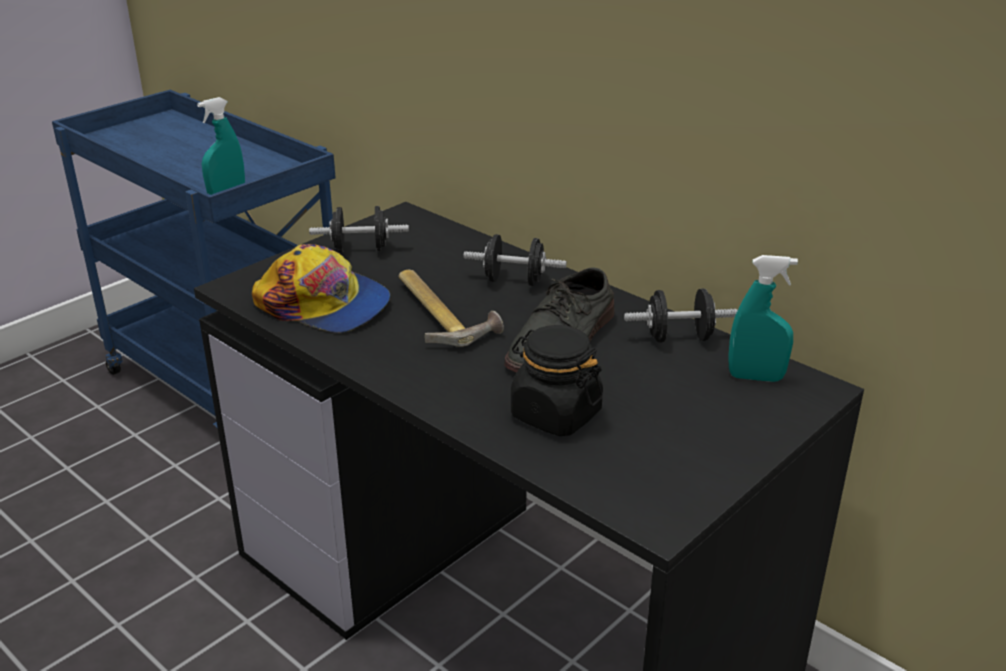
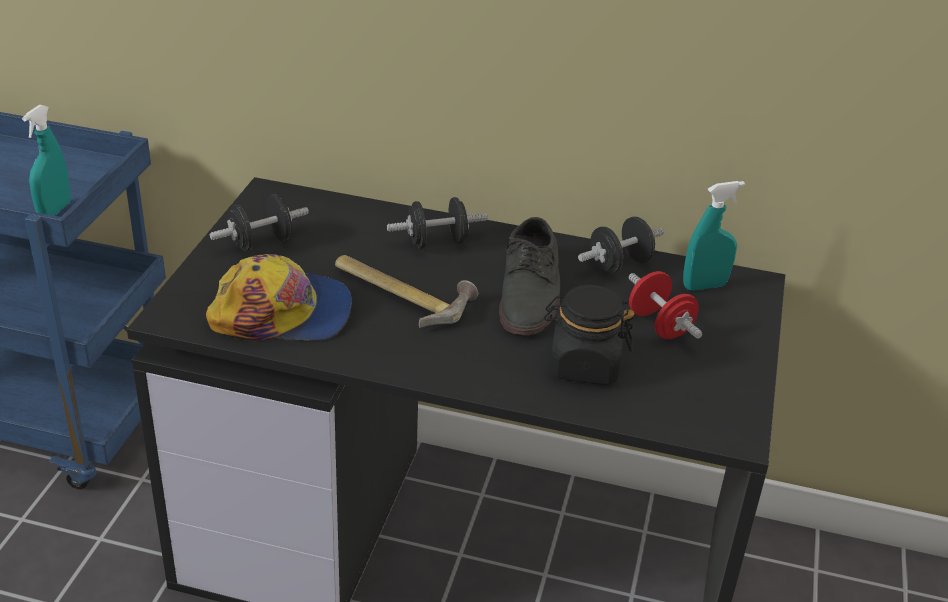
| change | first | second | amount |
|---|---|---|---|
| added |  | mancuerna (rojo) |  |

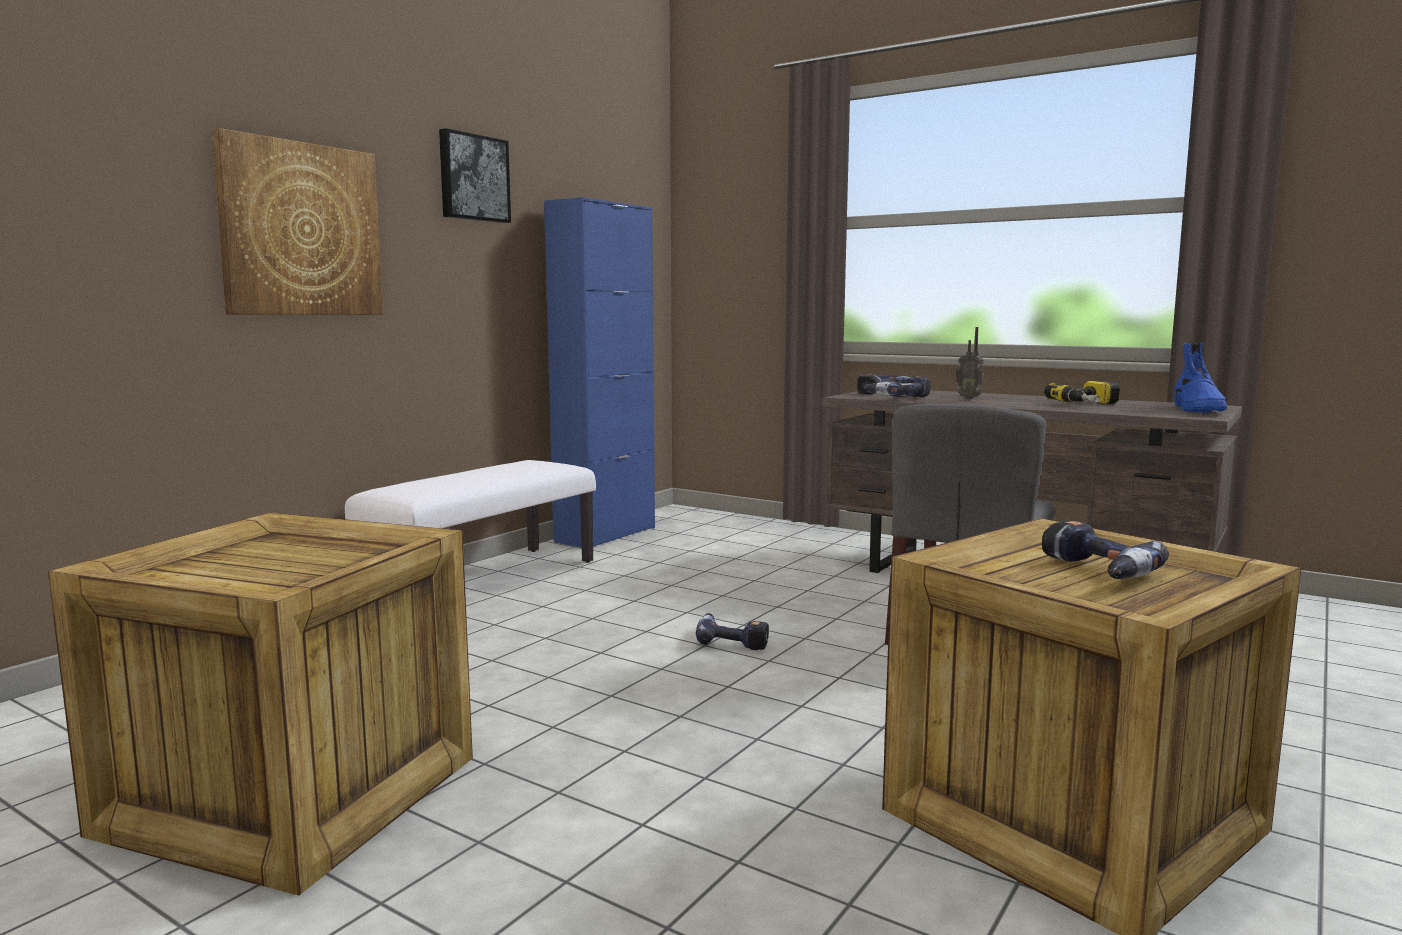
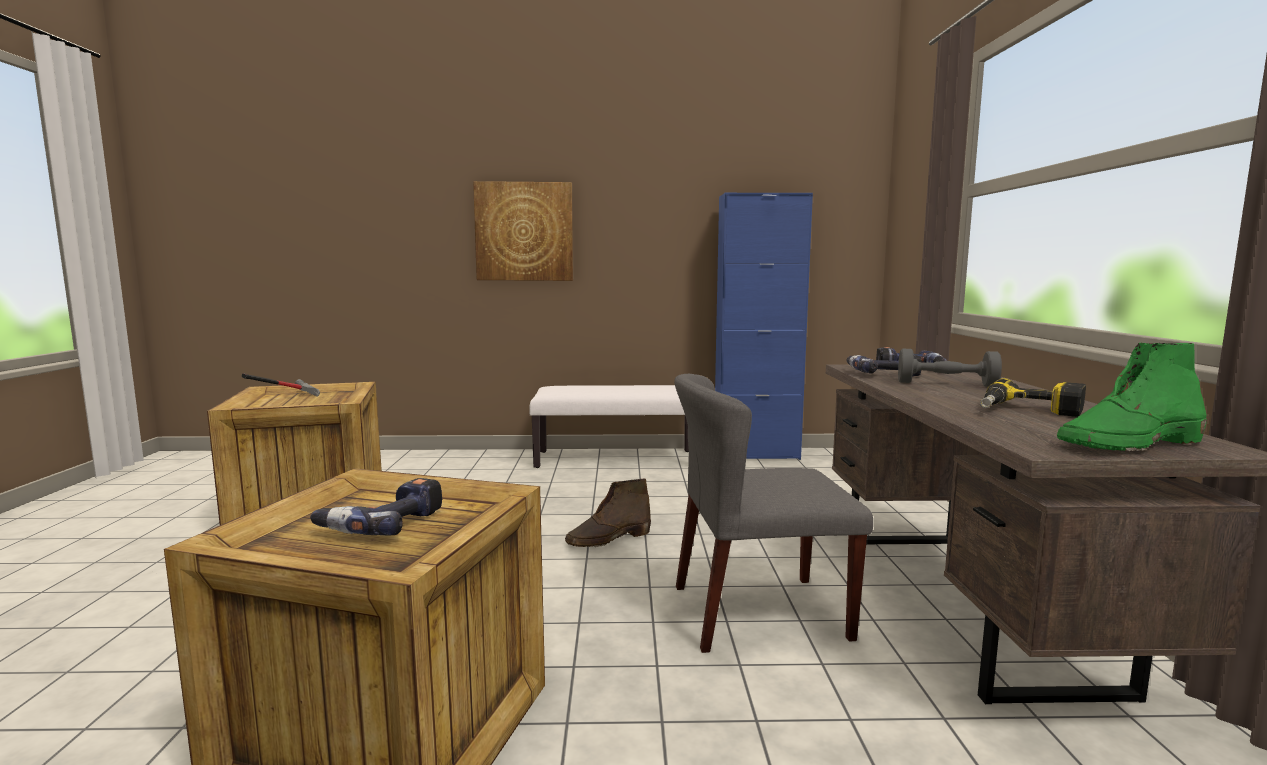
| change | first | second | amount |
|---|---|---|---|
| removed | cuadro (2nd from left) |  |  |
| added |  | martillo |  |
| replaced | taladro (1st from left) | bota (marrón) |  |
| replaced | radio | mancuerna (gris) |  |
| recoloured | bota (azul) | bota (verde) |  |

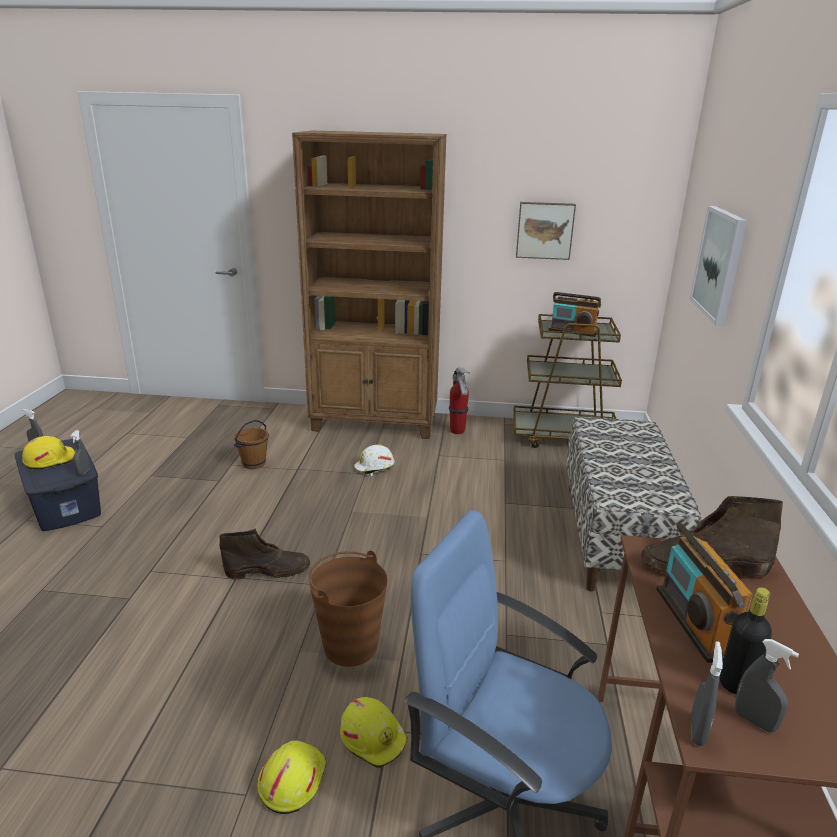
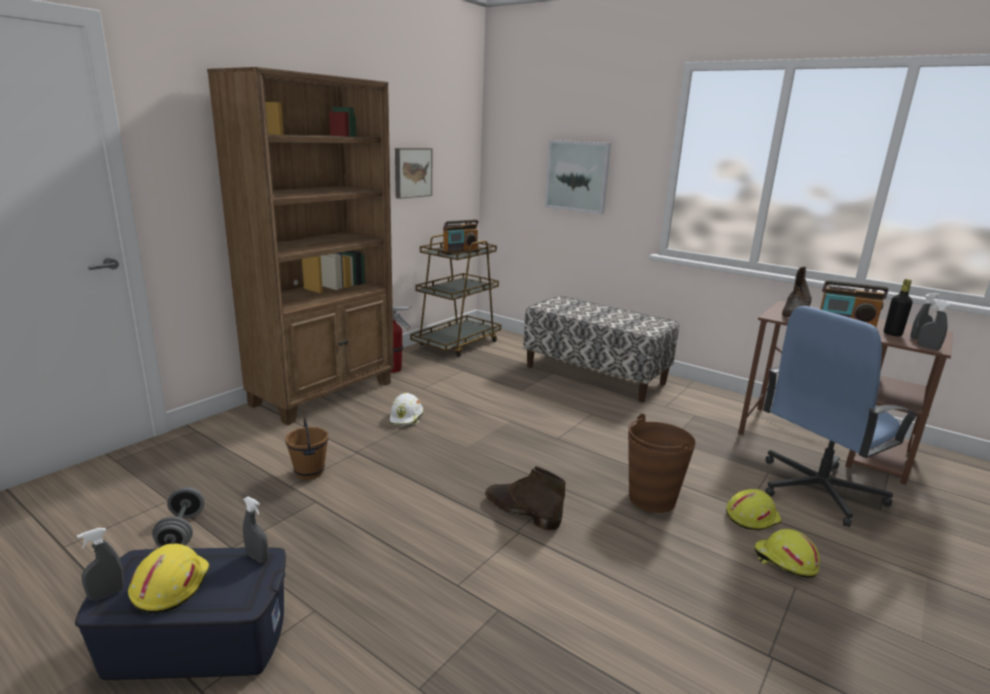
| change | first | second | amount |
|---|---|---|---|
| added |  | mancuerna (gris) |  |
| turned | bota (marrón) (1st from left) |  | 75 degrees counterclockwise |

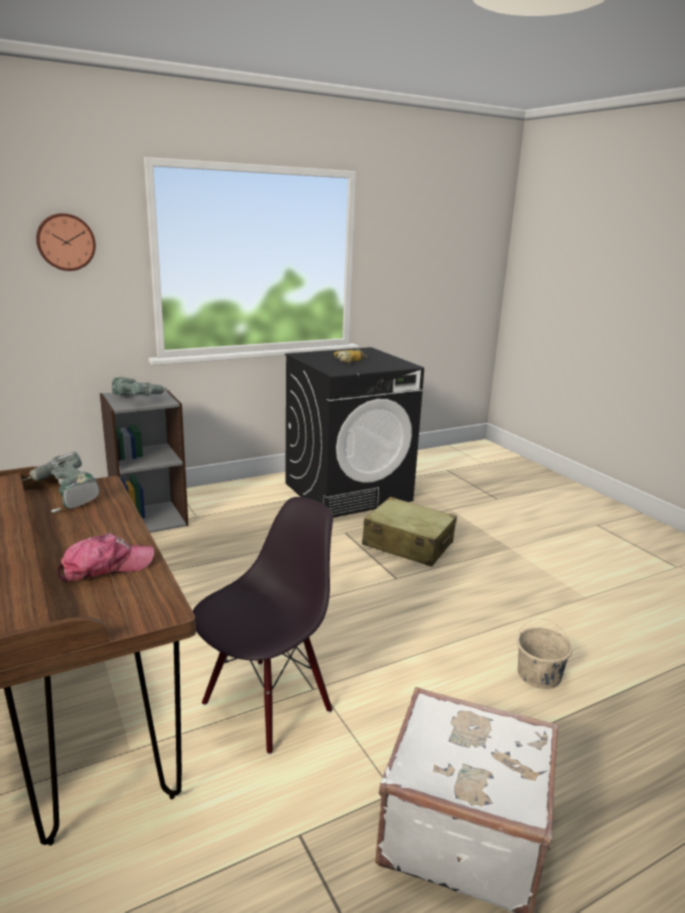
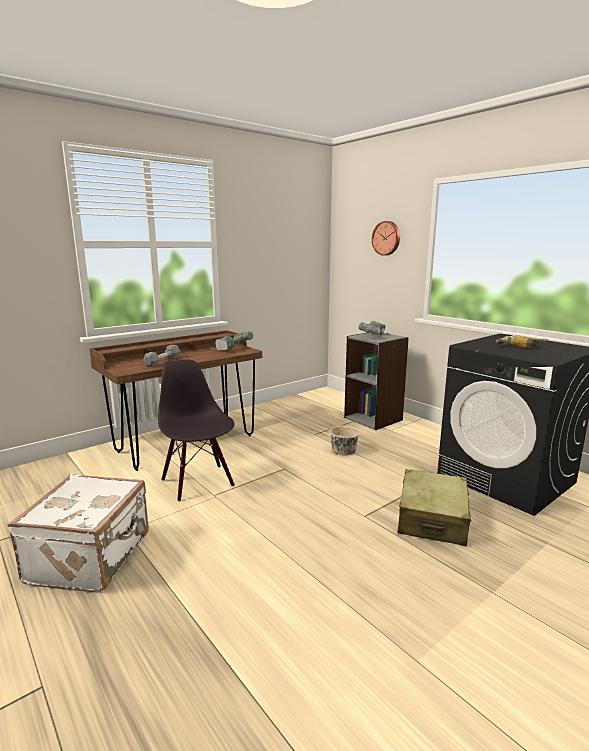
| change | first | second | amount |
|---|---|---|---|
| moved | cubo (beis) |  |  |
| replaced | gorra | mancuerna (gris) |  |
| turned | silla (negro) |  | 150 degrees counterclockwise |

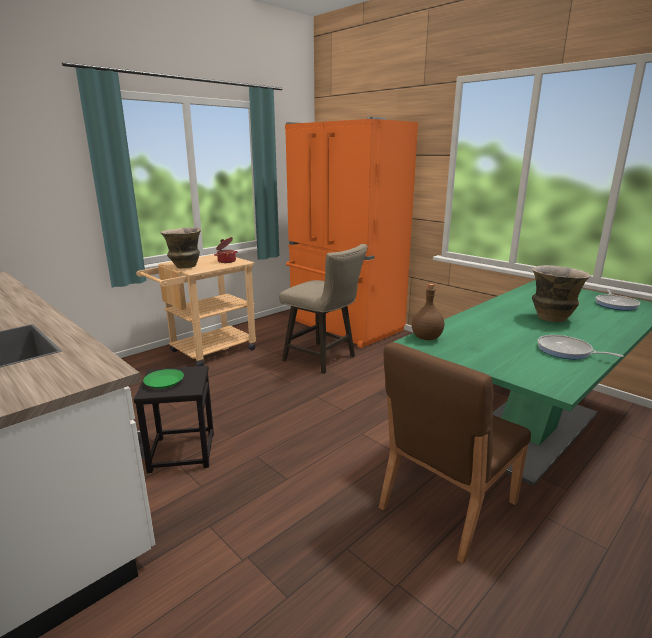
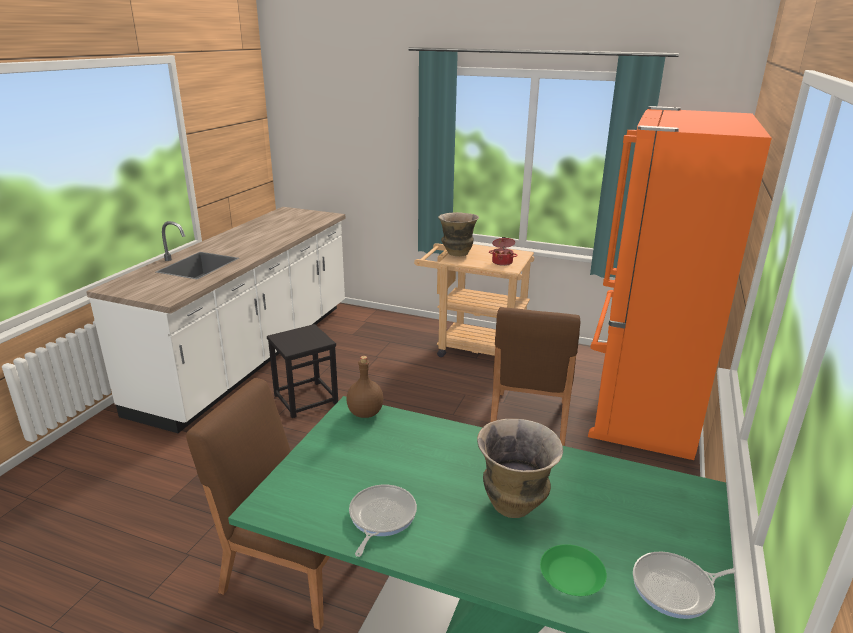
| change | first | second | amount |
|---|---|---|---|
| moved | plato (verde) |  |  |
| replaced | taburete (beis) | silla (marrón) (2nd from left) |  |

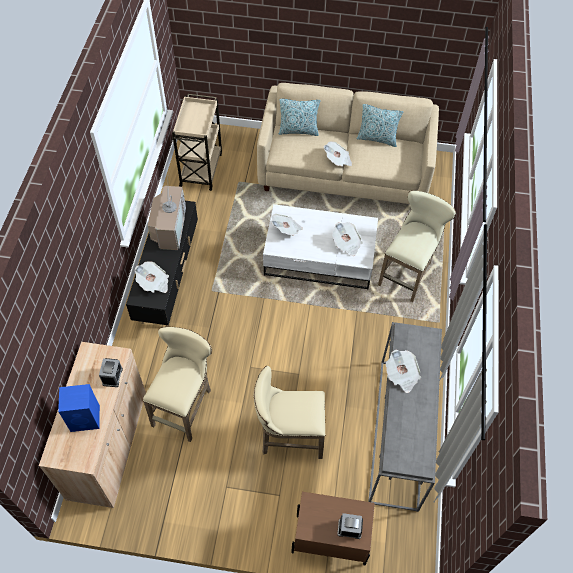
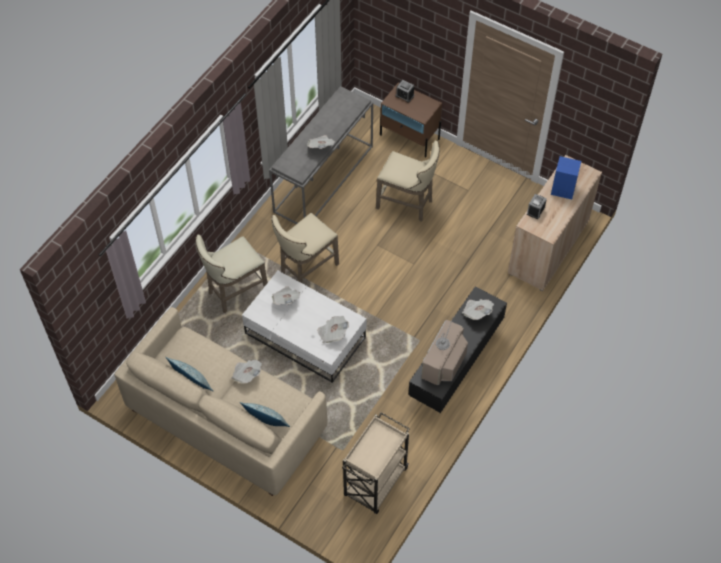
| change | first | second | amount |
|---|---|---|---|
| moved | taburete (beis) (1st from left in the first image) | taburete (beis) (2nd from left) |  |

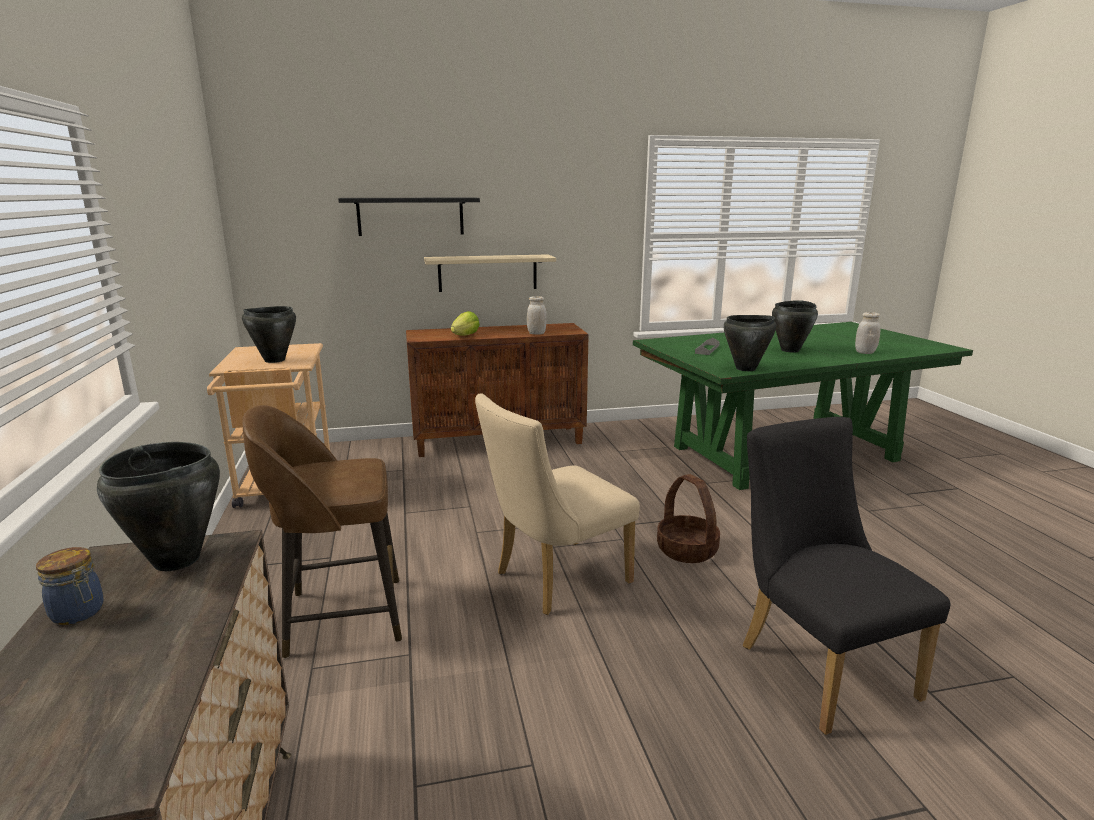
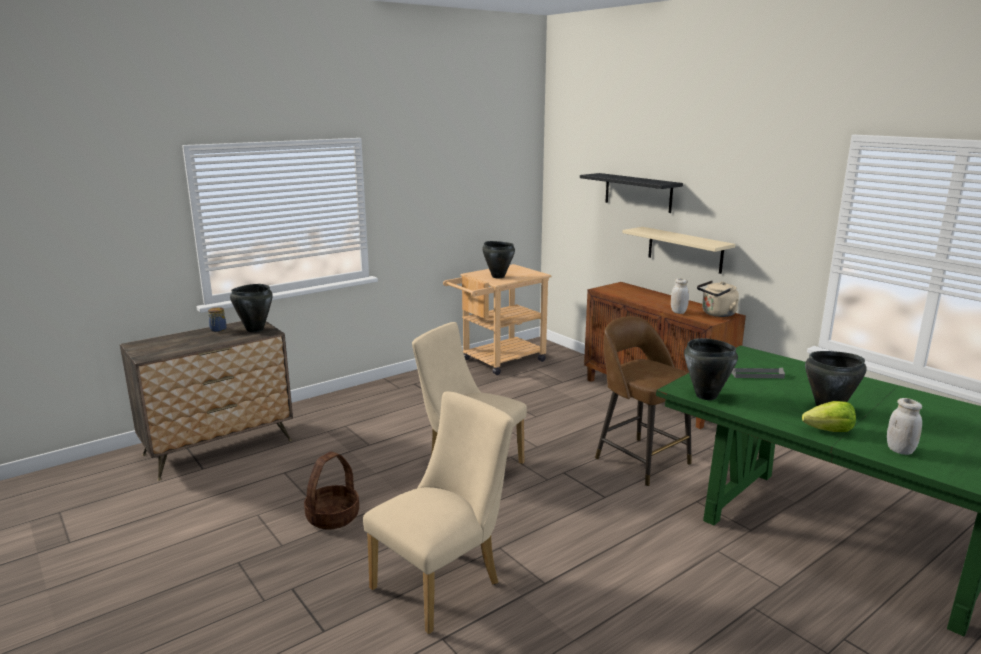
| change | first | second | amount |
|---|---|---|---|
| added |  | hervidor (beis) |  |
| moved | taburete (marrón) |  |  |
| moved | lechuga |  |  |
| moved | cesta |  |  |
| recoloured | silla (negro) | silla (beis) (1st from left) |  |

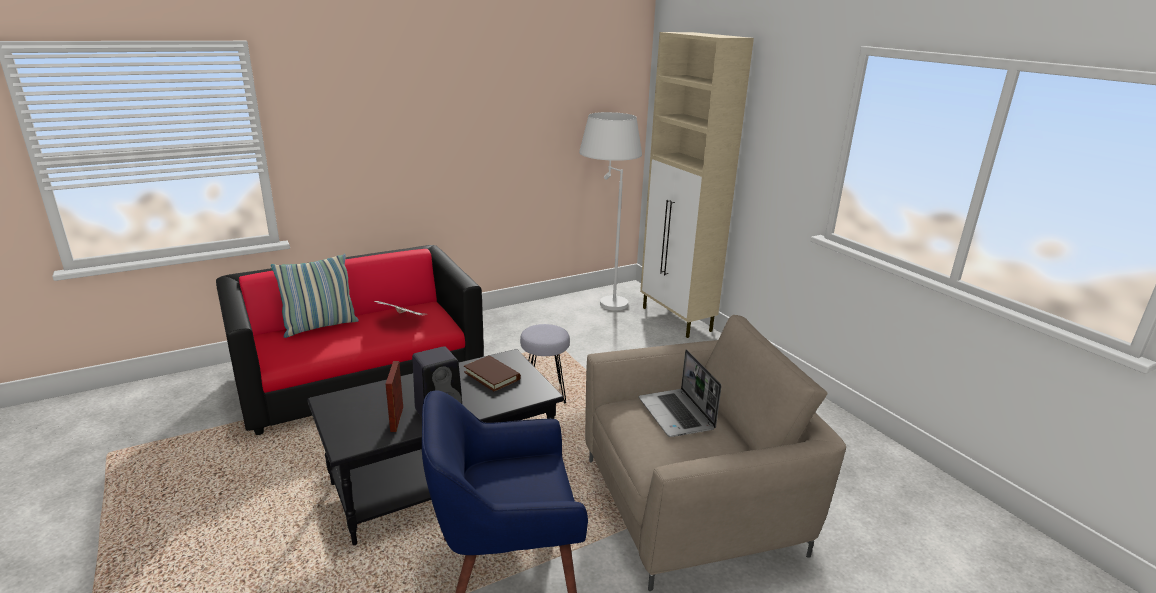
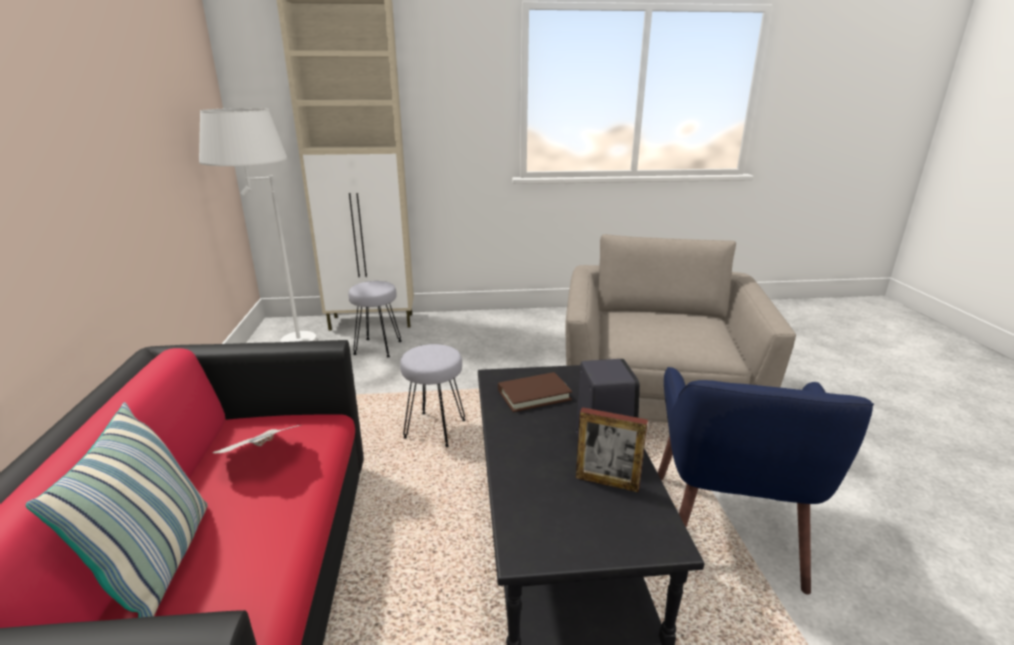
| change | first | second | amount |
|---|---|---|---|
| removed | portátil |  |  |
| added |  | taburete (gris) (1st from left) |  |

